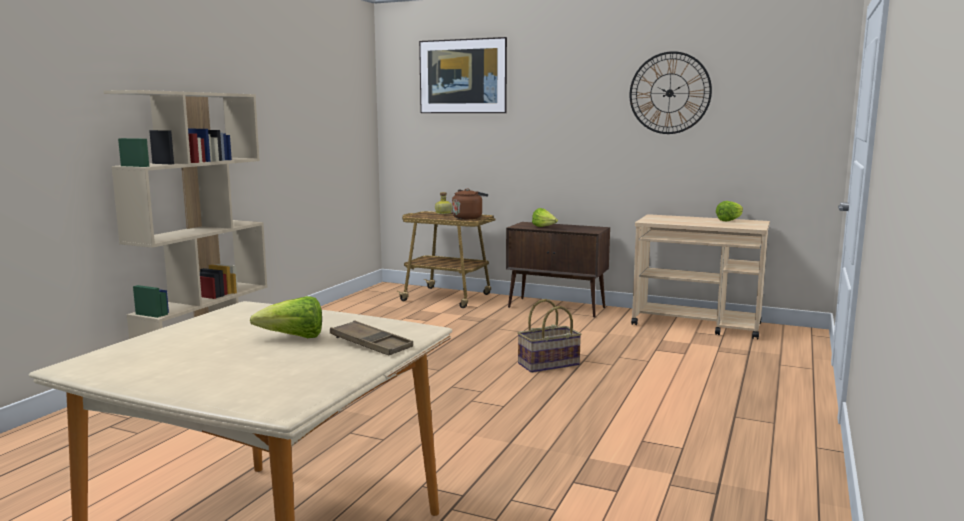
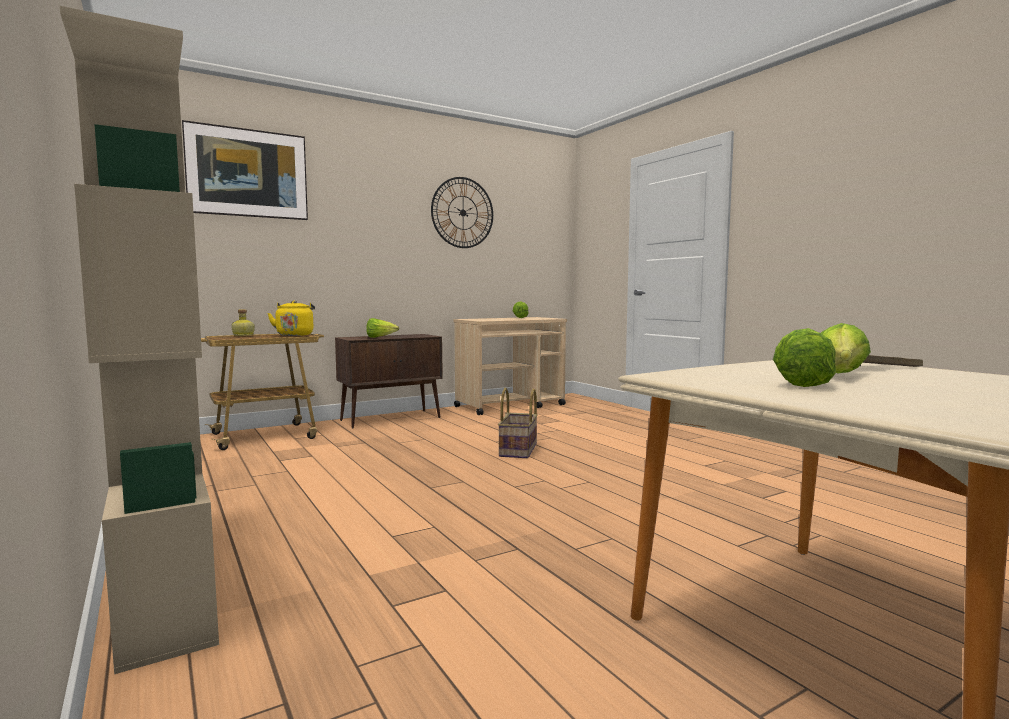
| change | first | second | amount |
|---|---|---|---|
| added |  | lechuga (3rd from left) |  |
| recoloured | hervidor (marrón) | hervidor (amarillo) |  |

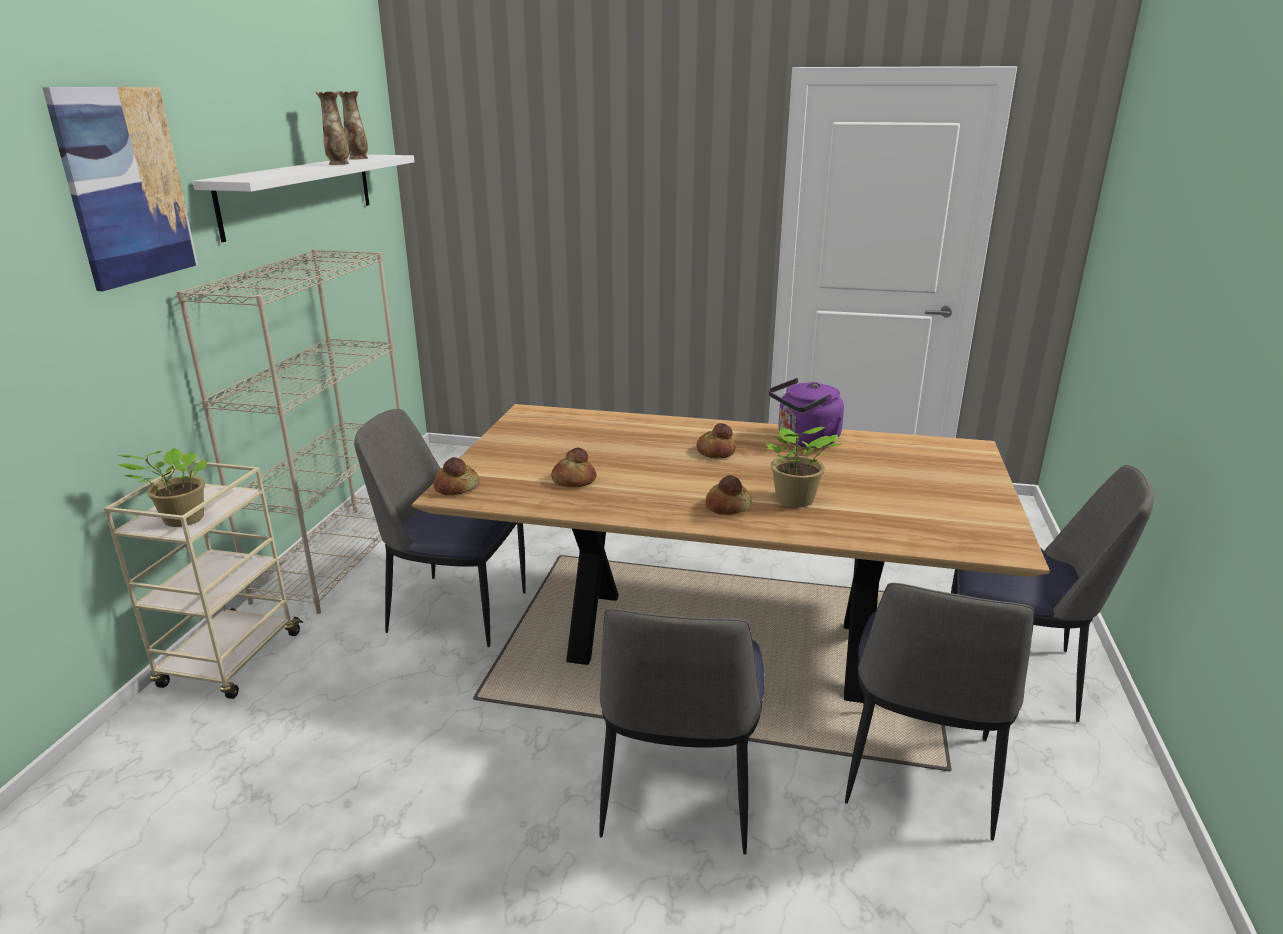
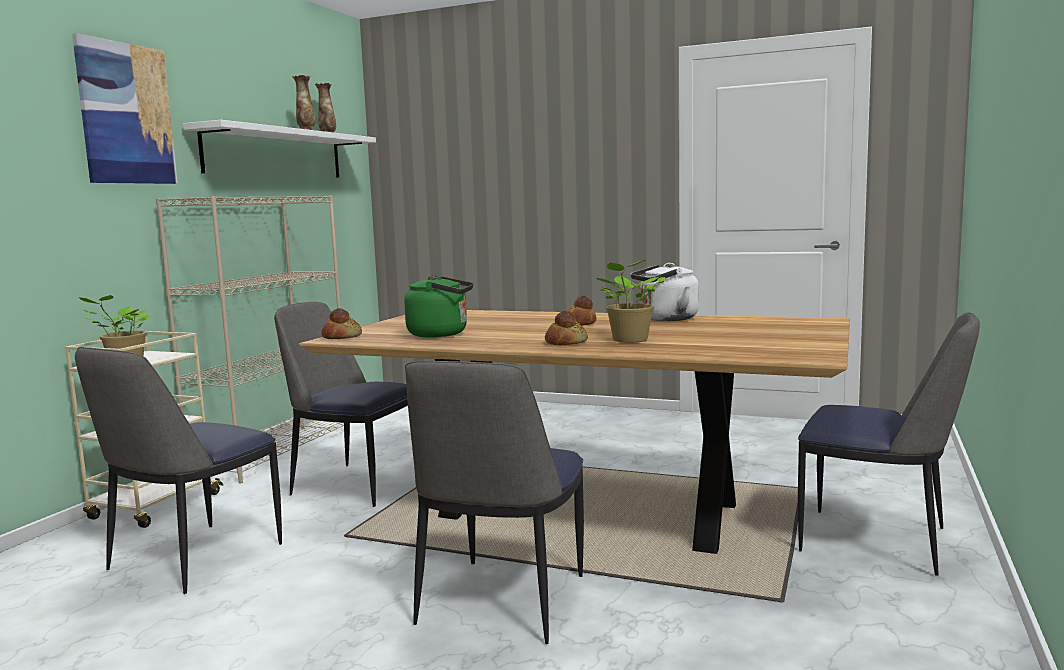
| change | first | second | amount |
|---|---|---|---|
| moved | silla (3rd from left in the first image) | silla (1st from left) |  |
| replaced | pan (2nd from left) | hervidor (verde) |  |
| recoloured | hervidor (morado) | hervidor (blanco) |  |

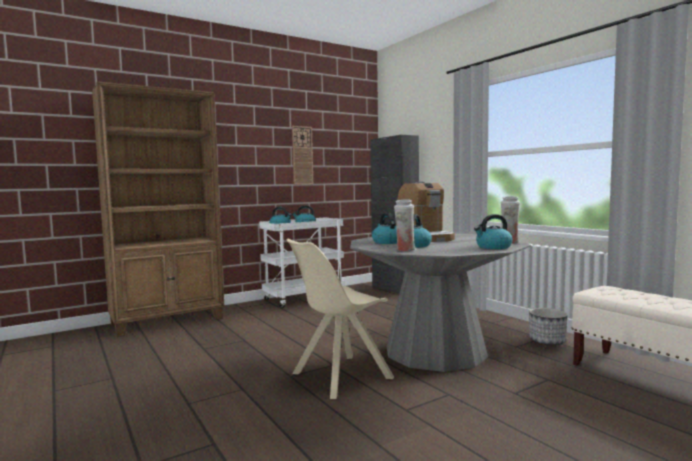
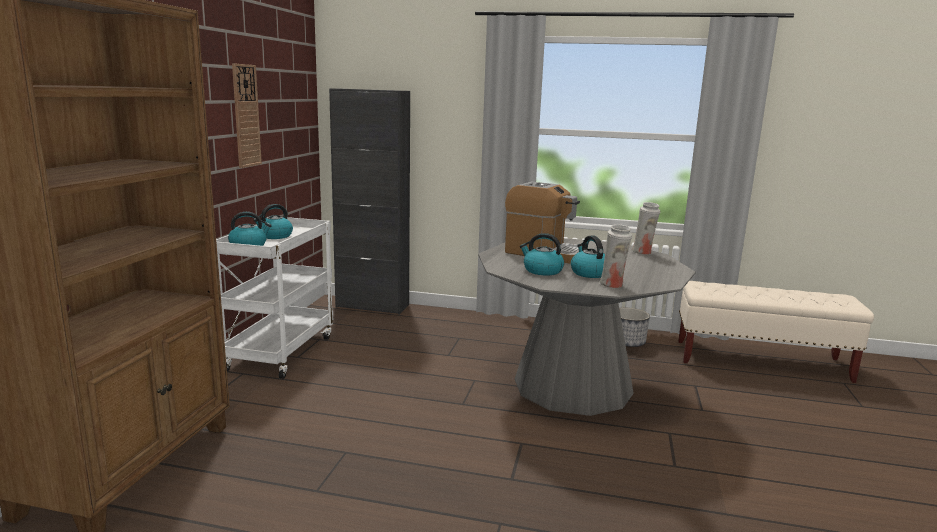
| change | first | second | amount |
|---|---|---|---|
| removed | silla (beis) |  |  |
| removed | hervidor (5th from left) |  |  |

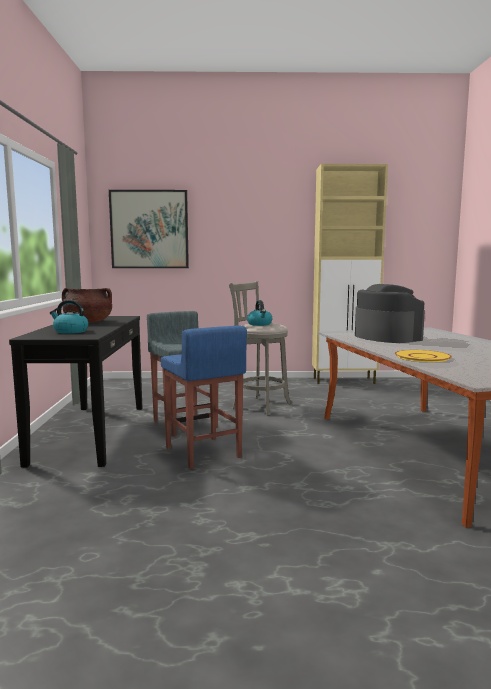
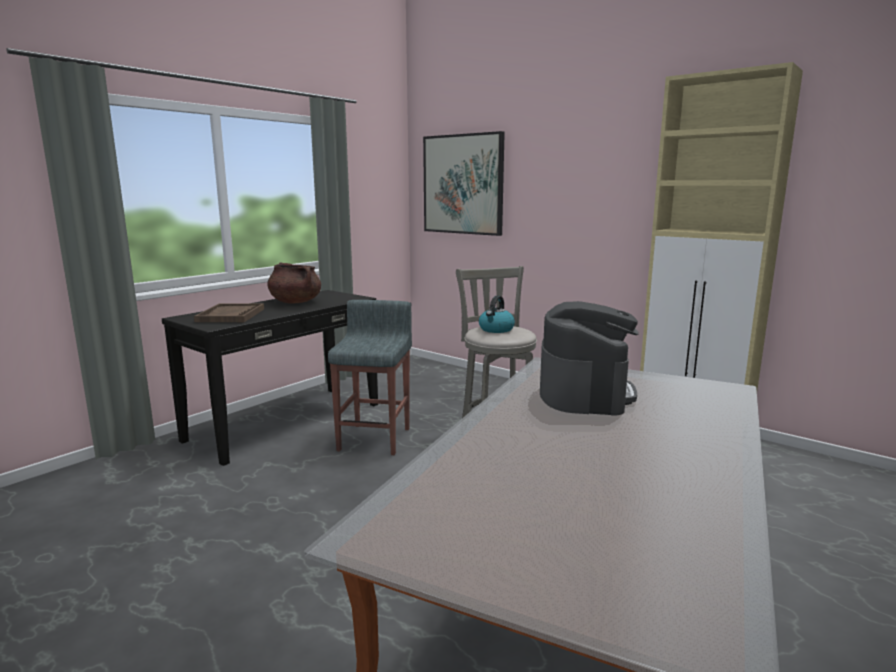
| change | first | second | amount |
|---|---|---|---|
| removed | taburete (azul) |  |  |
| removed | plato (amarillo) |  |  |
| replaced | hervidor (1st from left) | bandeja (marrón) |  |

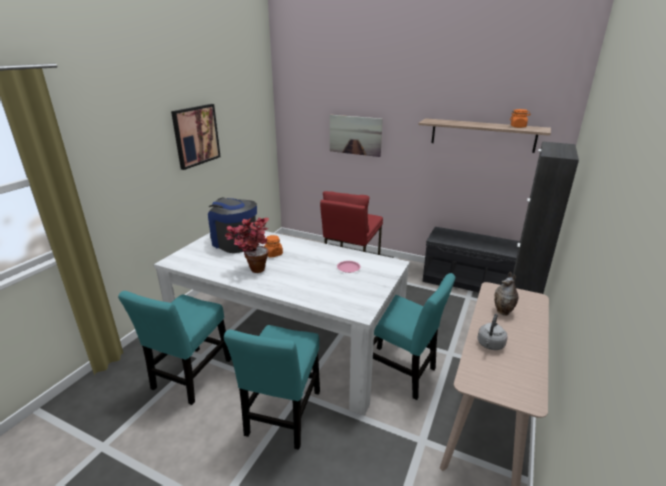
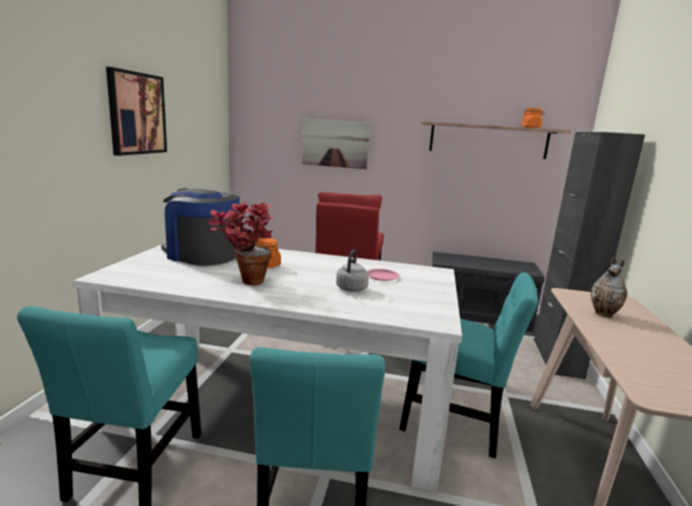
| change | first | second | amount |
|---|---|---|---|
| moved | hervidor (gris) |  |  |

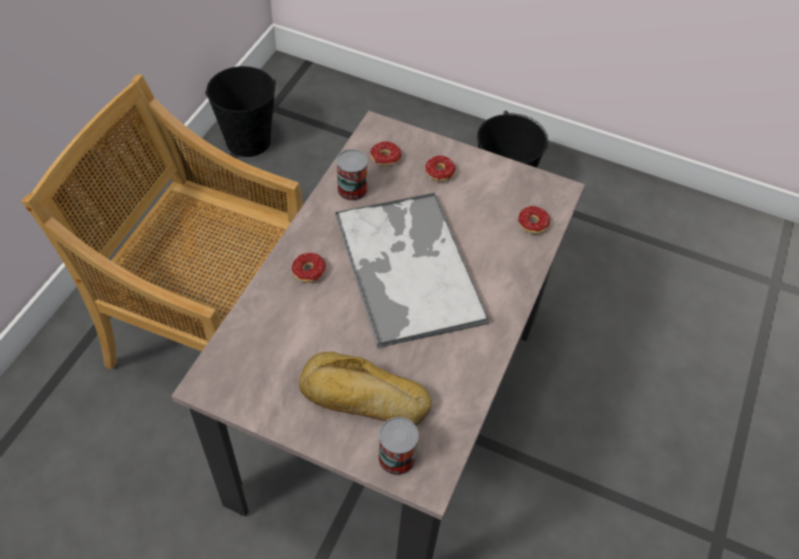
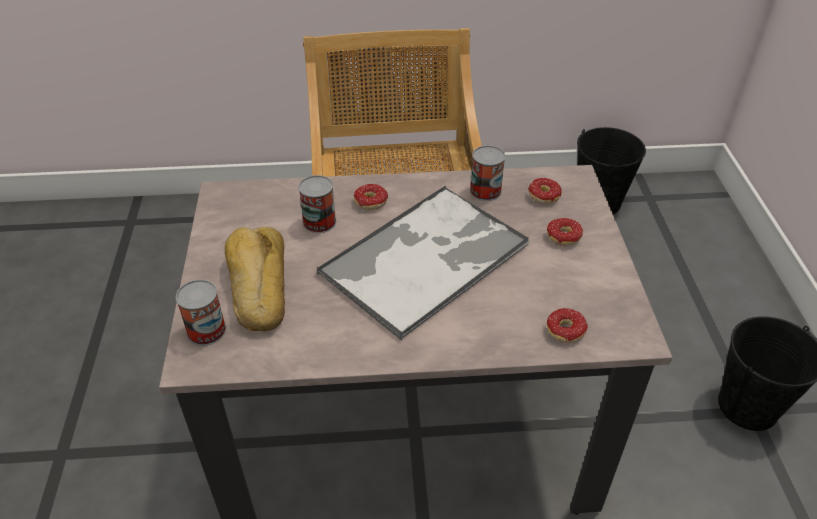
| change | first | second | amount |
|---|---|---|---|
| added |  | lata (2nd from left) |  |

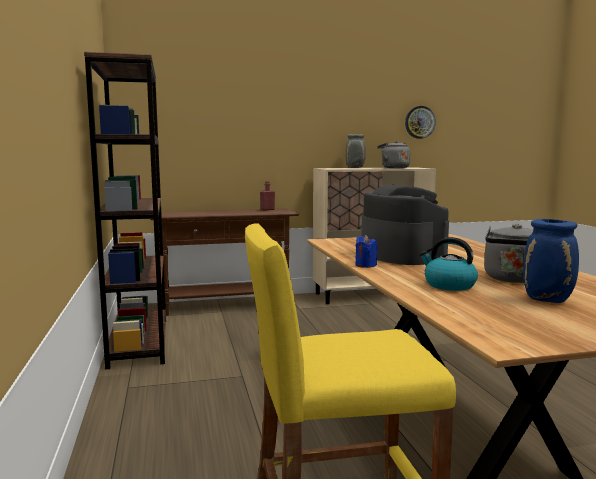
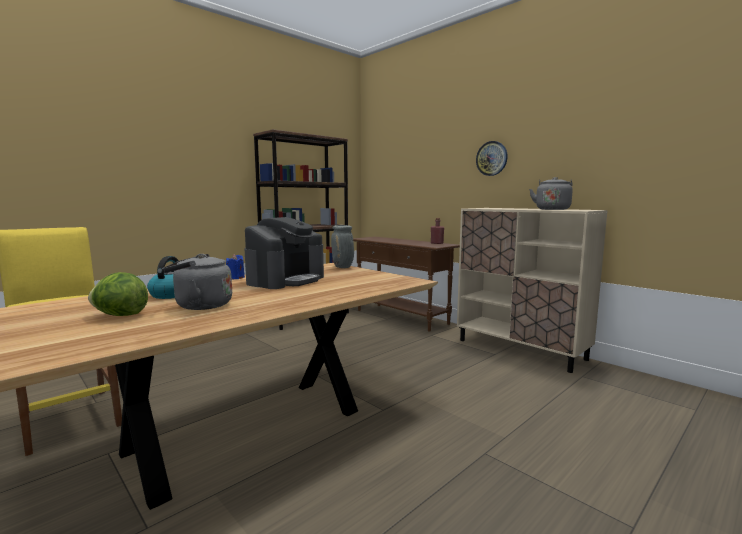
| change | first | second | amount |
|---|---|---|---|
| moved | florero (gris) |  |  |
| moved | reloj de pared |  |  |
| replaced | florero (azul) | lechuga |  |

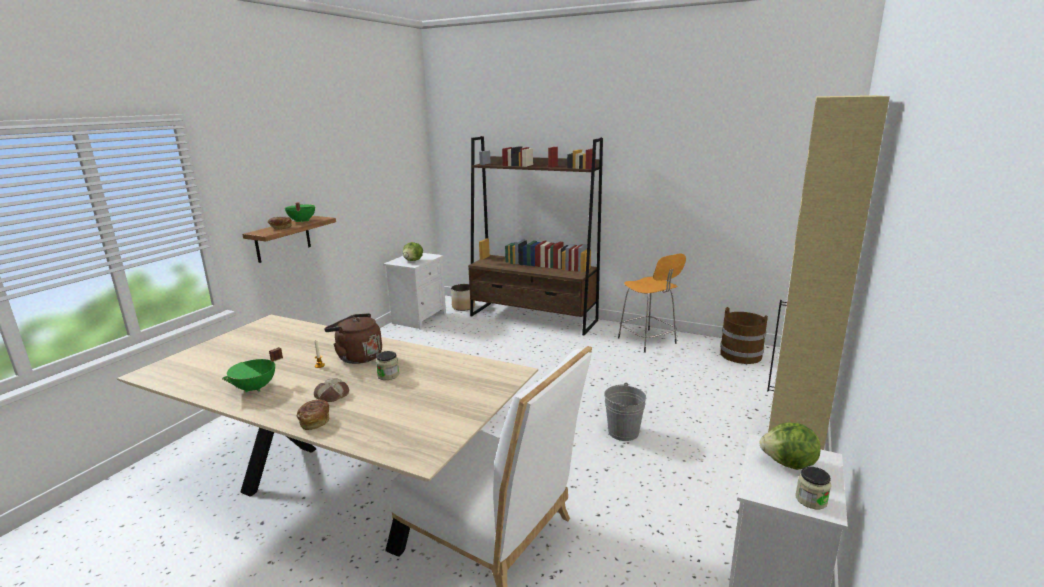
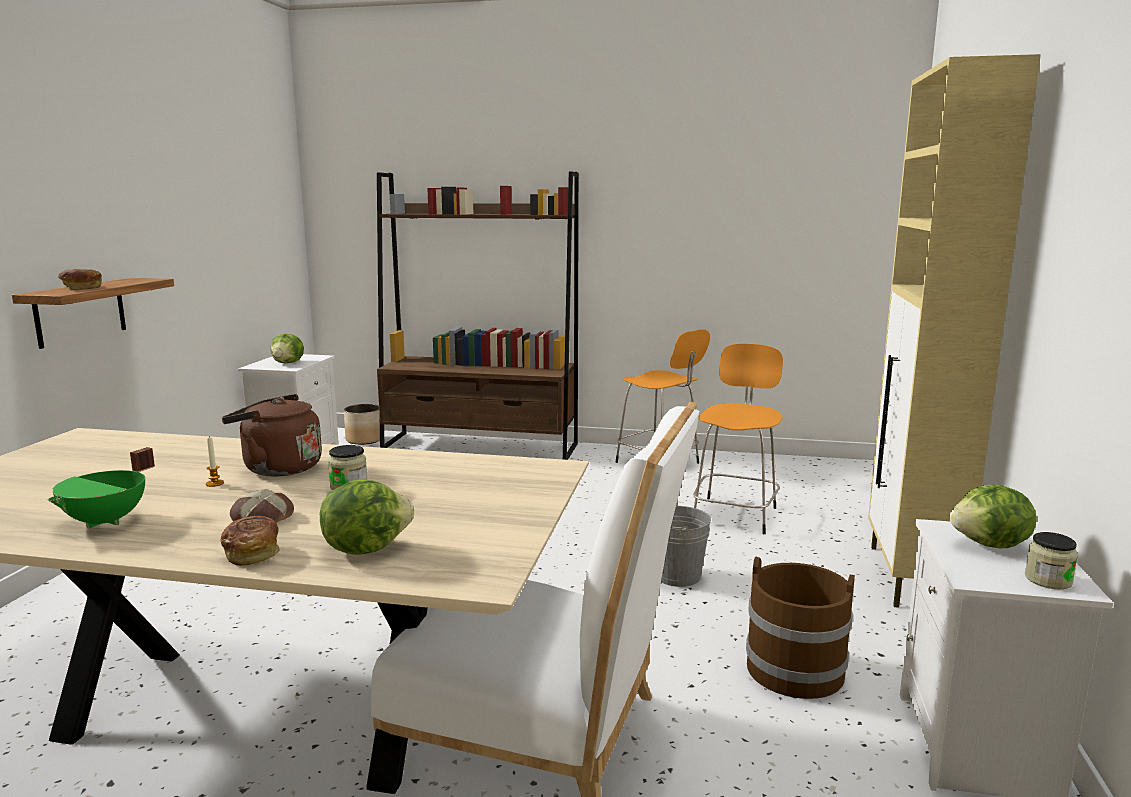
| change | first | second | amount |
|---|---|---|---|
| removed | olla (verde) (2nd from left) |  |  |
| added |  | lechuga (2nd from left) |  |
| added |  | taburete (naranja) (2nd from left) |  |
| moved | cubo (marrón) |  |  |

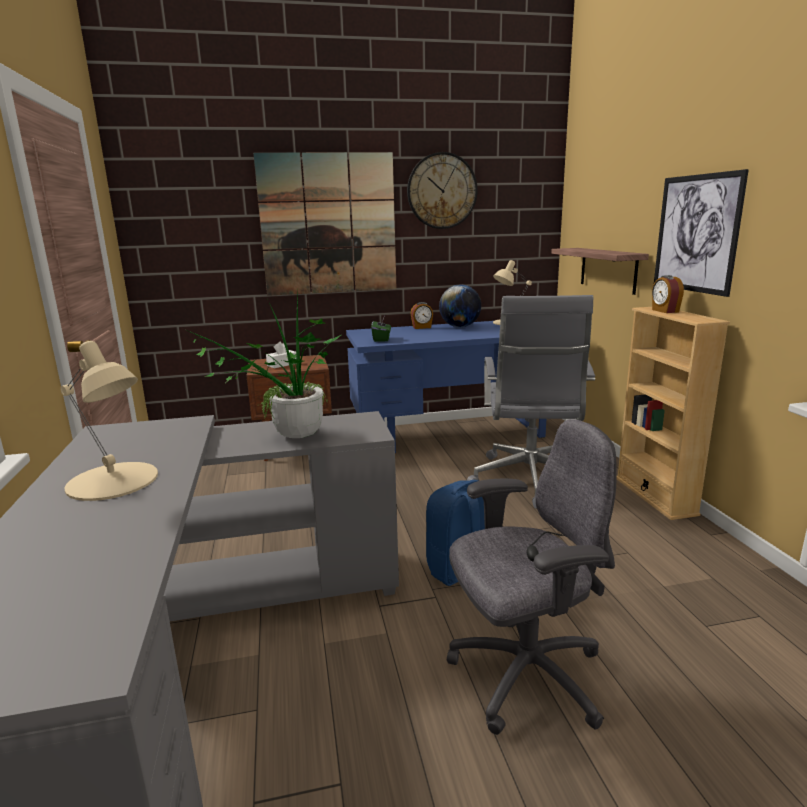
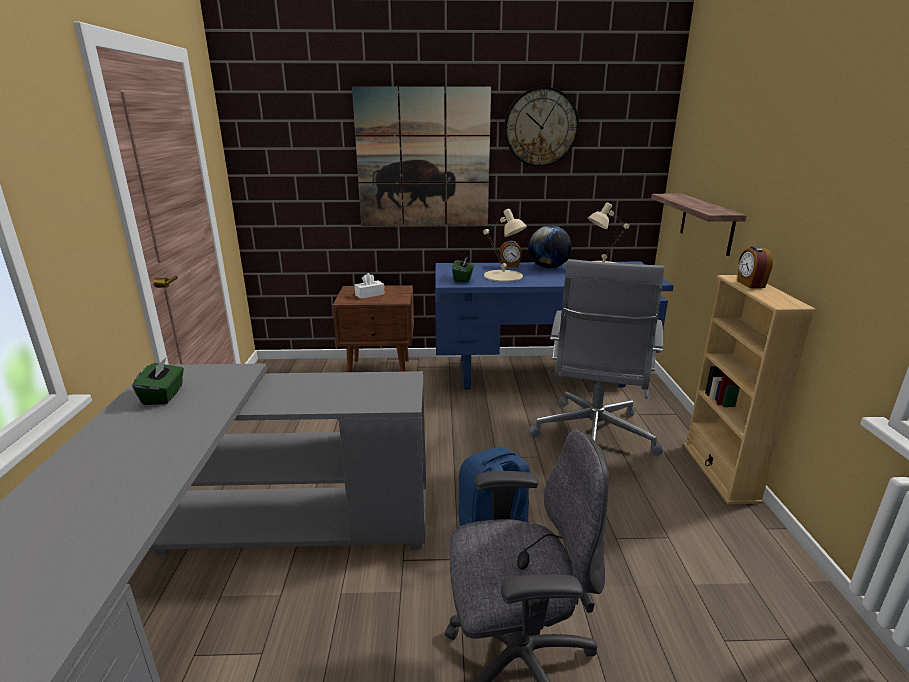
| change | first | second | amount |
|---|---|---|---|
| removed | planta en maceta |  |  |
| removed | cuadro (2nd from left) |  |  |
| added |  | caja de pañuelos (verde) (1st from left) |  |
| moved | lámpara de mesa (beis) (1st from left) |  |  |

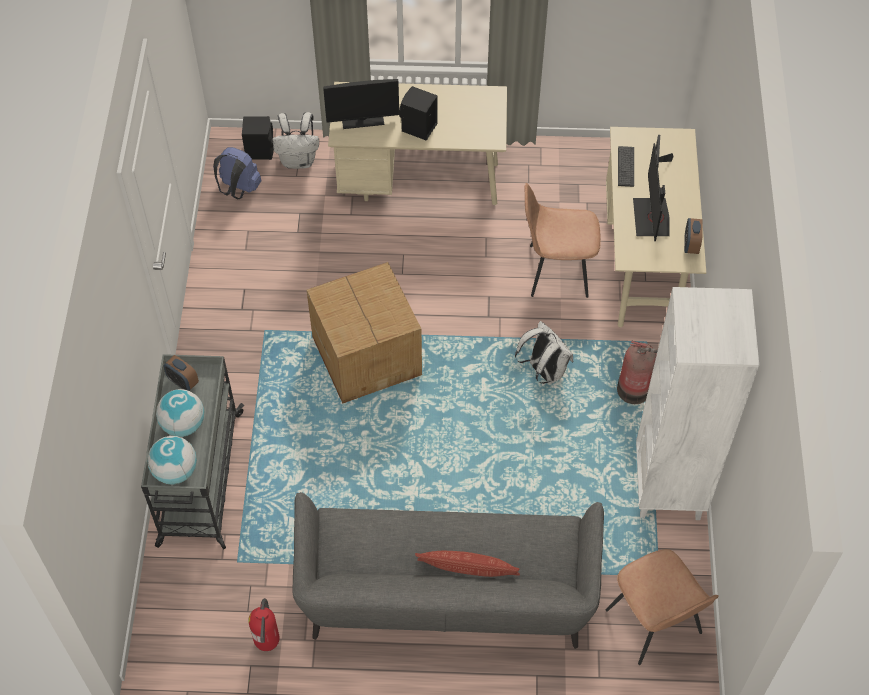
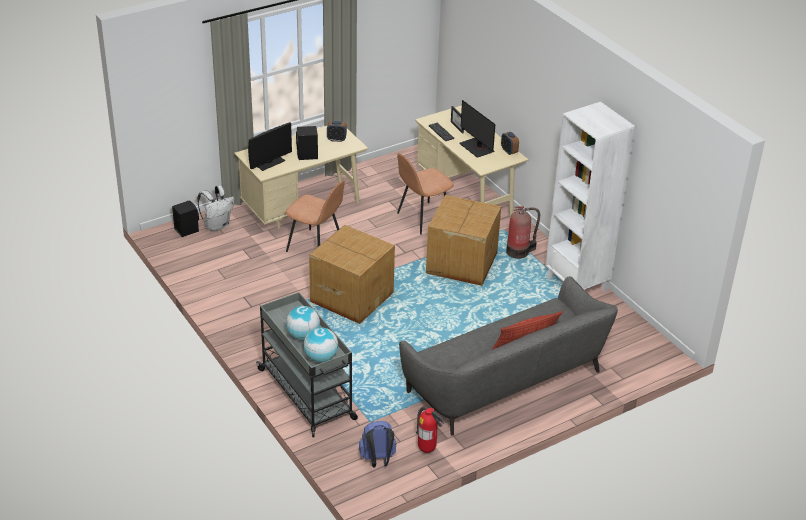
| change | first | second | amount |
|---|---|---|---|
| moved | despertador (1st from left) |  |  |
| moved | mochila (azul) |  |  |
| moved | silla (marrón) (2nd from left in the first image) | silla (marrón) (1st from left) |  |
| replaced | mochila (blanco) (2nd from left) | caja de cartón (2nd from left) |  |

